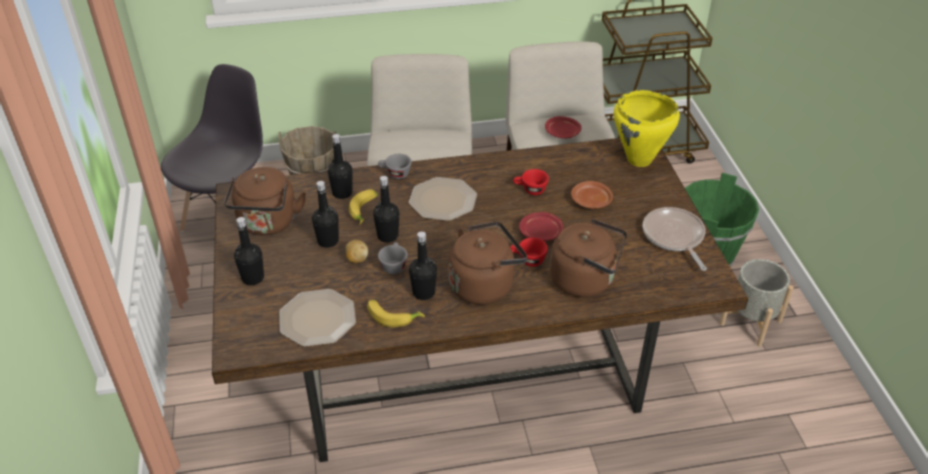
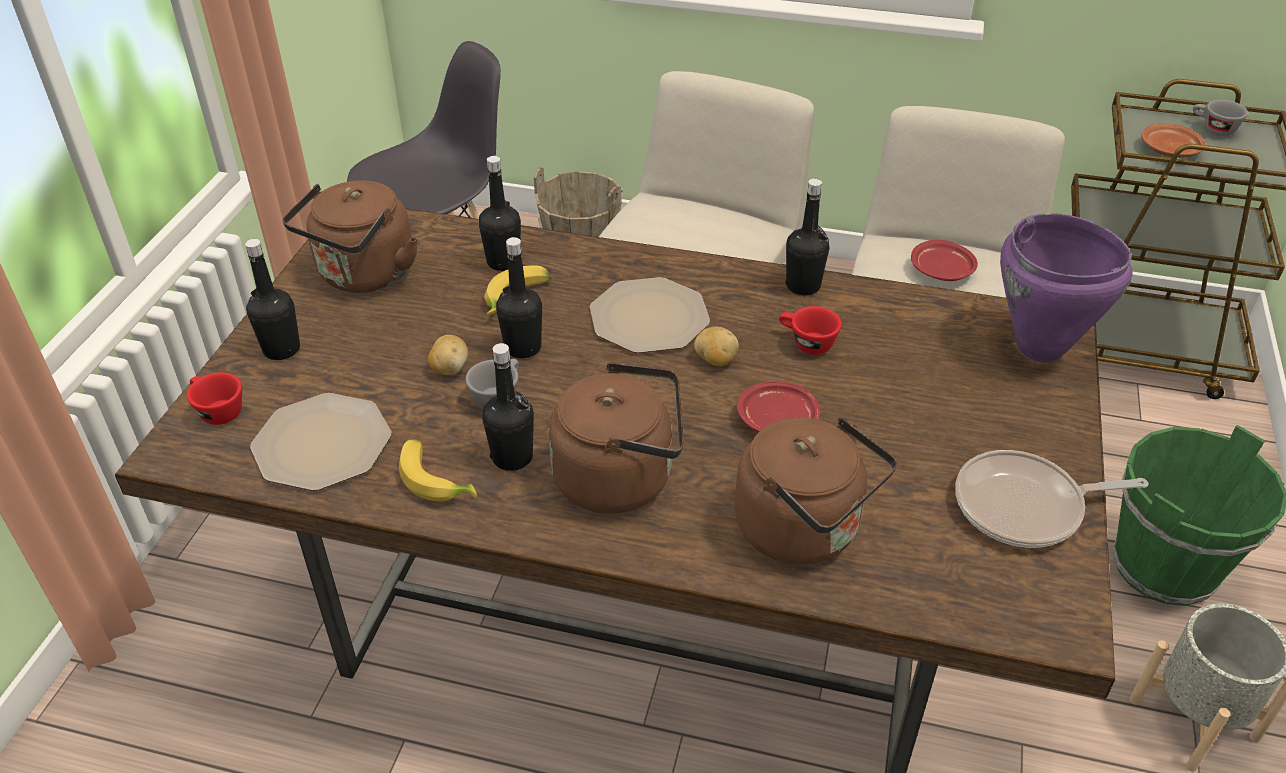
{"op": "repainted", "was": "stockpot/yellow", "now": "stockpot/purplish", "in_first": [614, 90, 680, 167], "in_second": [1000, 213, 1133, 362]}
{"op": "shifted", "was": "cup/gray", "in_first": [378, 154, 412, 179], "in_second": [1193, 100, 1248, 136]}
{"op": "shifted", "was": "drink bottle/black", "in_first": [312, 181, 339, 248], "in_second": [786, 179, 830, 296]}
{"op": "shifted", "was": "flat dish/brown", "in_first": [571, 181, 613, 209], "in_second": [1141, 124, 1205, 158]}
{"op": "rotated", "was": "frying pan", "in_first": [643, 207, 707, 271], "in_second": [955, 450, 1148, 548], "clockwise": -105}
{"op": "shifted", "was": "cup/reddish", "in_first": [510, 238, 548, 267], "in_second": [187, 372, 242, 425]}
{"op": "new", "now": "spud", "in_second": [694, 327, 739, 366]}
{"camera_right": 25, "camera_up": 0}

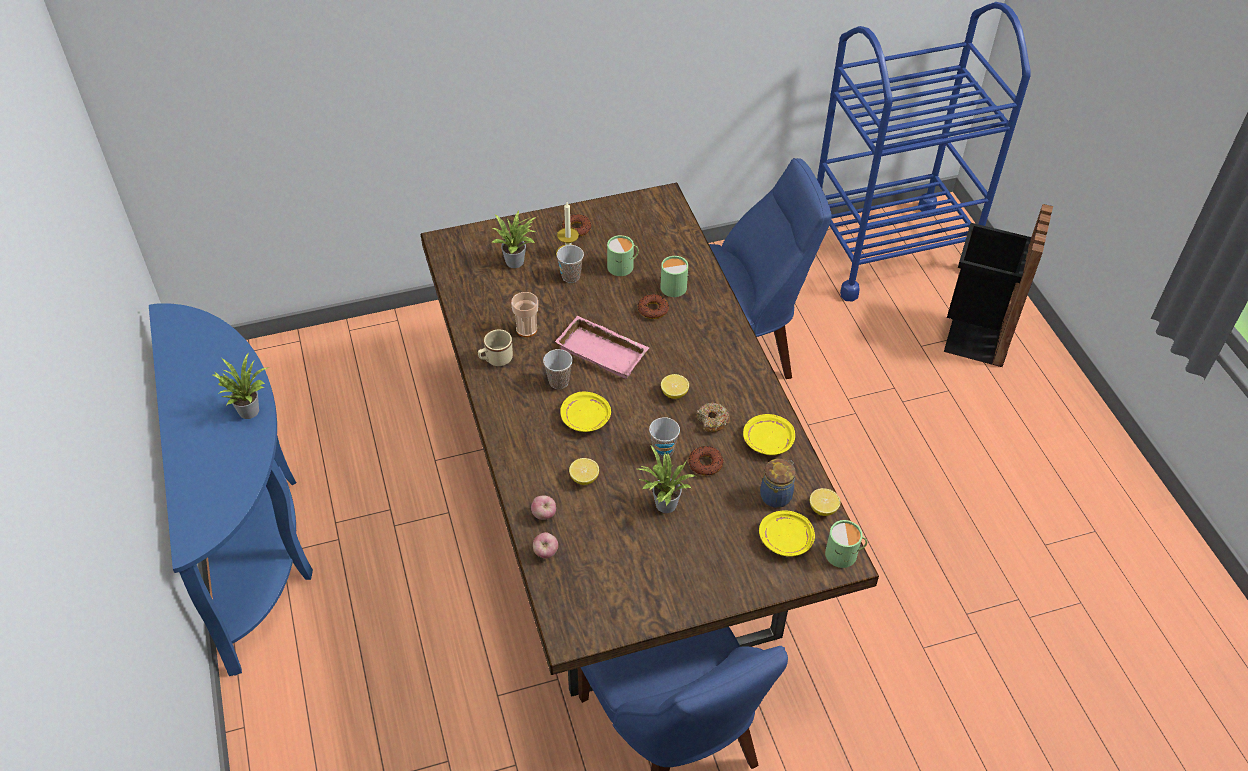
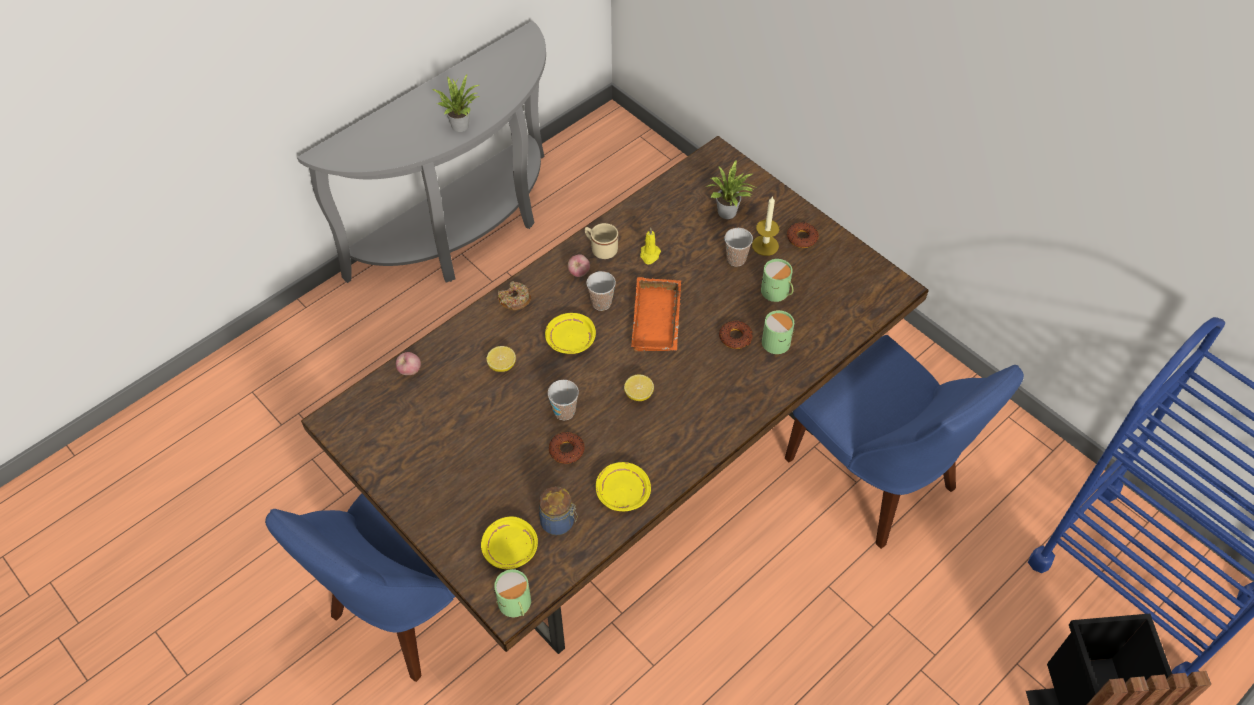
{"op": "swapped", "was": "cup", "now": "wax light/yellow", "in_first": [511, 292, 538, 337], "in_second": [640, 228, 661, 264]}
{"op": "repainted", "was": "hall table/bluish", "now": "hall table/gray", "in_first": [149, 303, 313, 676], "in_second": [297, 21, 546, 283]}
{"op": "repainted", "was": "tray/pink-coloured", "now": "tray/orangey", "in_first": [555, 315, 649, 379], "in_second": [631, 277, 681, 351]}
{"op": "shifted", "was": "ring doughnut", "in_first": [696, 403, 730, 432], "in_second": [498, 281, 531, 311]}
{"op": "gone", "was": "potted plant", "in_first": [638, 445, 696, 513]}
{"op": "gone", "was": "lemon", "in_first": [810, 488, 840, 516]}
{"op": "shifted", "was": "whole apple", "in_first": [531, 496, 556, 520], "in_second": [568, 254, 590, 277]}
{"camera_right": 65, "camera_up": 5}

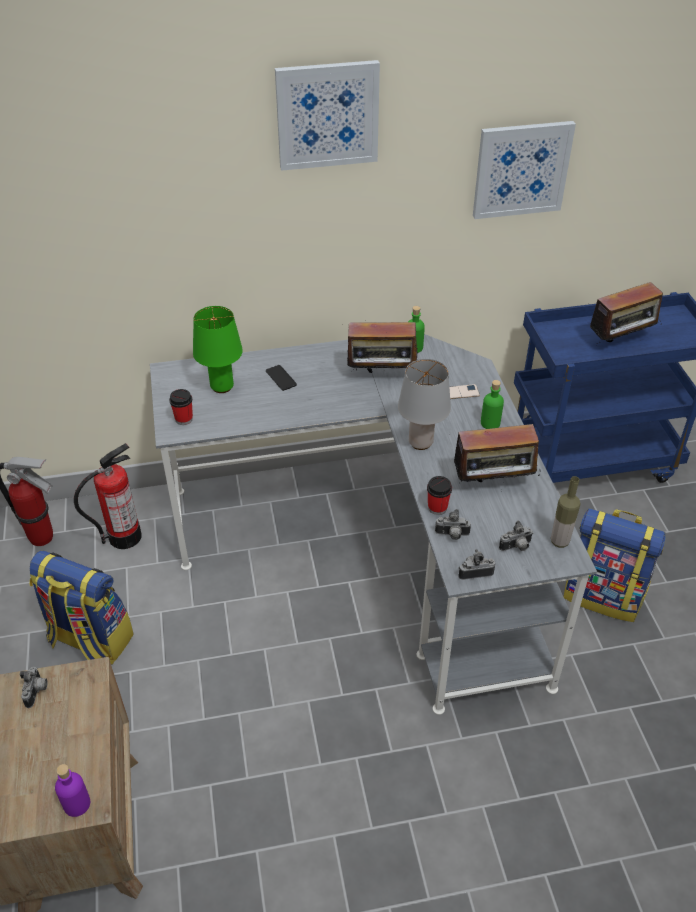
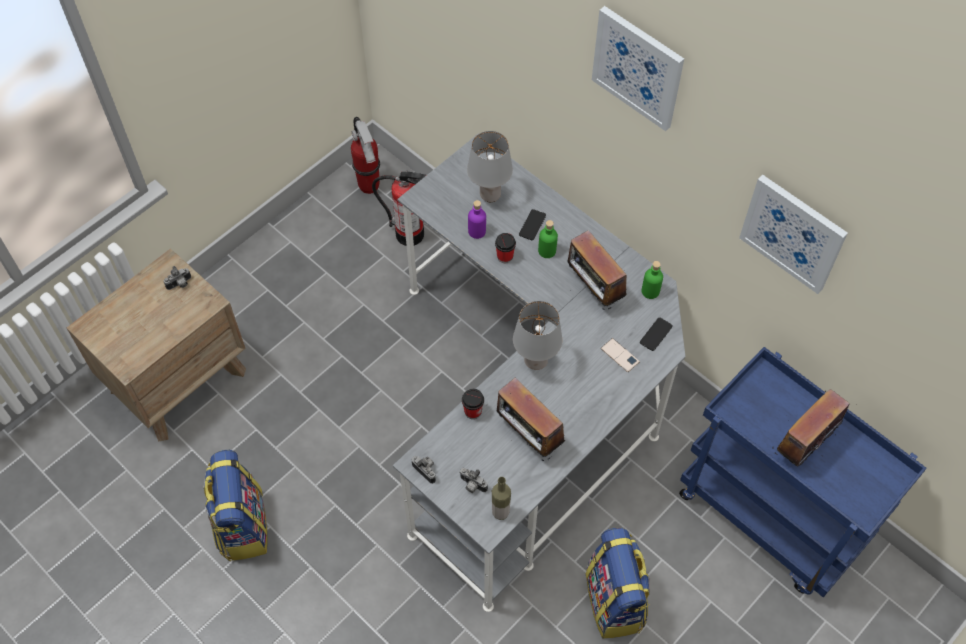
{"op": "rotated", "was": "radio", "in_first": [590, 282, 663, 344], "in_second": [773, 390, 855, 467], "clockwise": 105}
{"op": "repainted", "was": "tabletop lamp/green-coloured", "now": "tabletop lamp/gray", "in_first": [193, 306, 243, 393], "in_second": [467, 131, 513, 202]}
{"op": "shifted", "was": "drink bottle/green-coloured", "in_first": [481, 380, 504, 429], "in_second": [538, 220, 558, 258]}
{"op": "shifted", "was": "cup", "in_first": [169, 389, 193, 425], "in_second": [495, 233, 516, 263]}
{"op": "gone", "was": "photo camera", "in_first": [435, 509, 471, 540]}
{"op": "shifted", "was": "knapsack", "in_first": [29, 551, 134, 664], "in_second": [203, 450, 268, 561]}
{"op": "shifted", "was": "drink bottle/purplish", "in_first": [55, 764, 90, 817], "in_second": [468, 200, 486, 239]}
{"op": "new", "now": "handset", "in_second": [640, 318, 672, 351]}
{"camera_right": 55, "camera_up": 15}

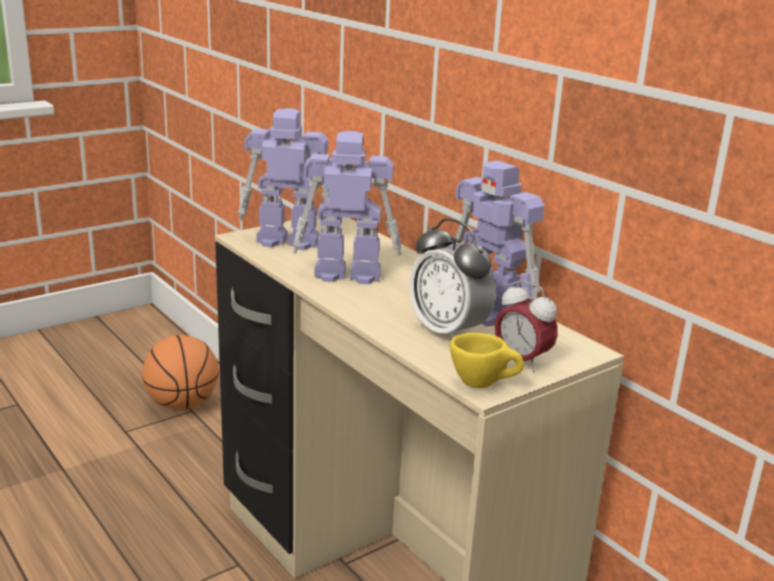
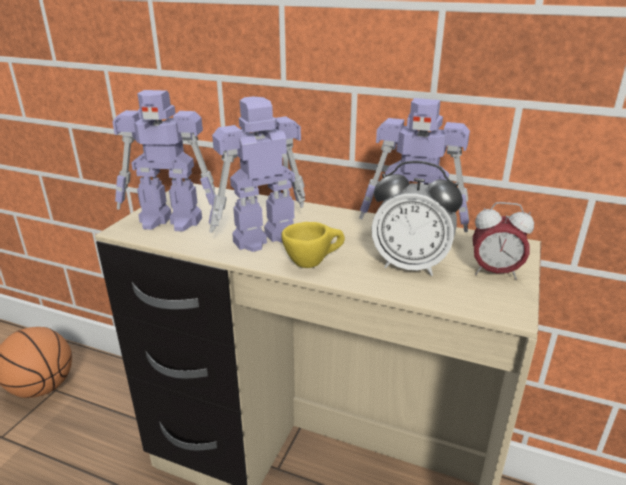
{"op": "rotated", "was": "robot figure", "in_first": [238, 108, 329, 250], "in_second": [112, 90, 216, 232], "clockwise": -150}
{"op": "shifted", "was": "cup/yellow", "in_first": [450, 333, 524, 388], "in_second": [281, 222, 345, 268]}
{"camera_right": -30, "camera_up": 5}

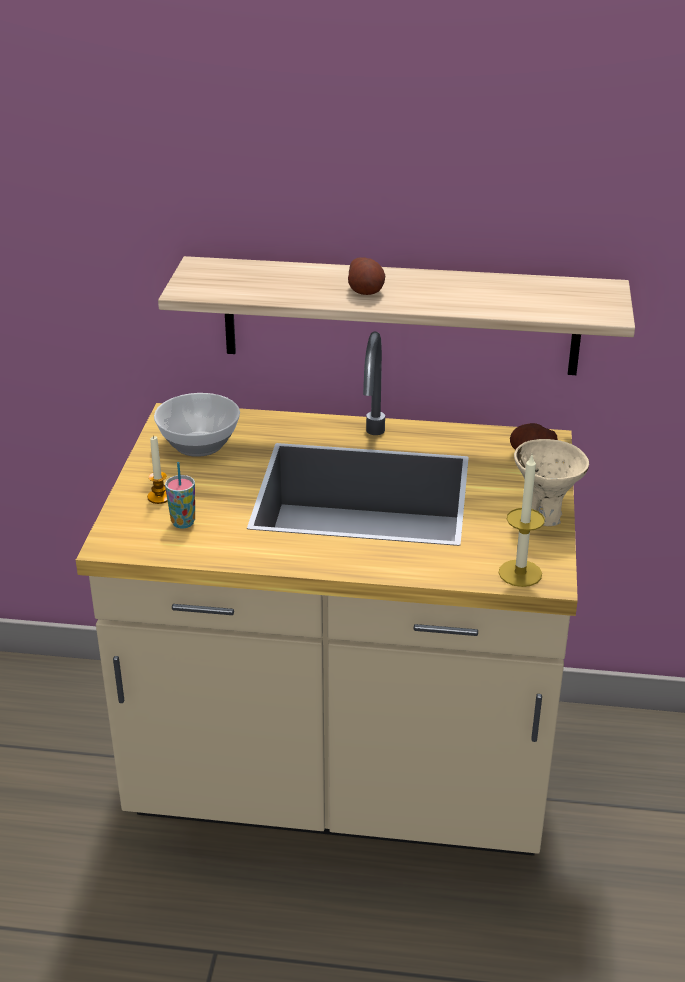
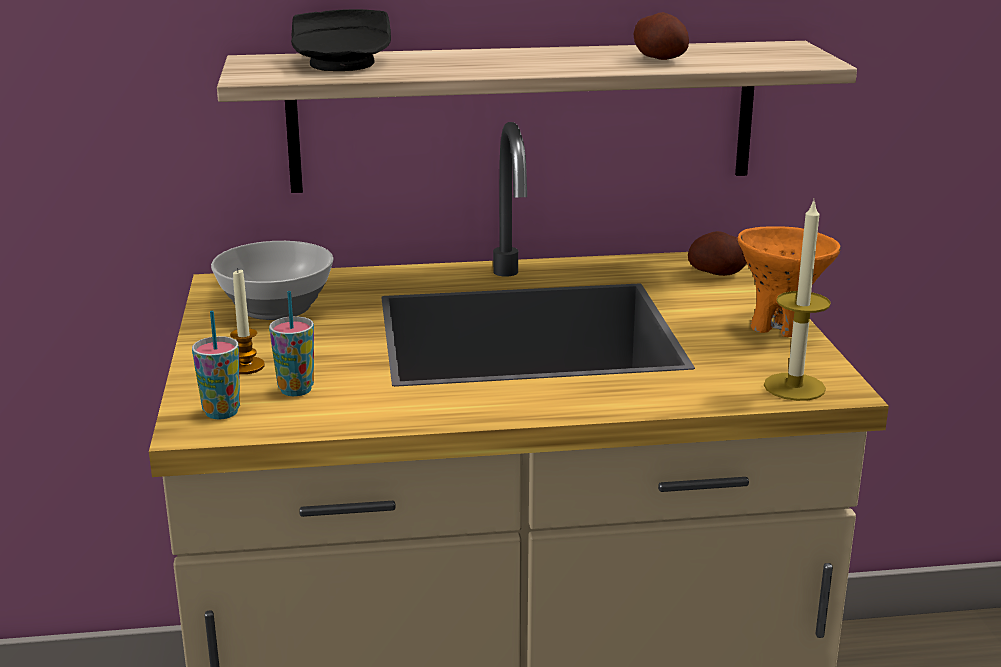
{"op": "shifted", "was": "spud", "in_first": [348, 257, 385, 295], "in_second": [633, 12, 689, 60]}
{"op": "repainted", "was": "bowl/beige", "now": "bowl/orangey", "in_first": [514, 439, 589, 526], "in_second": [738, 226, 841, 337]}
{"op": "new", "now": "flat dish/black", "in_second": [291, 9, 391, 71]}
{"op": "new", "now": "cup", "in_second": [192, 311, 240, 420]}
{"camera_right": -15, "camera_up": -10}

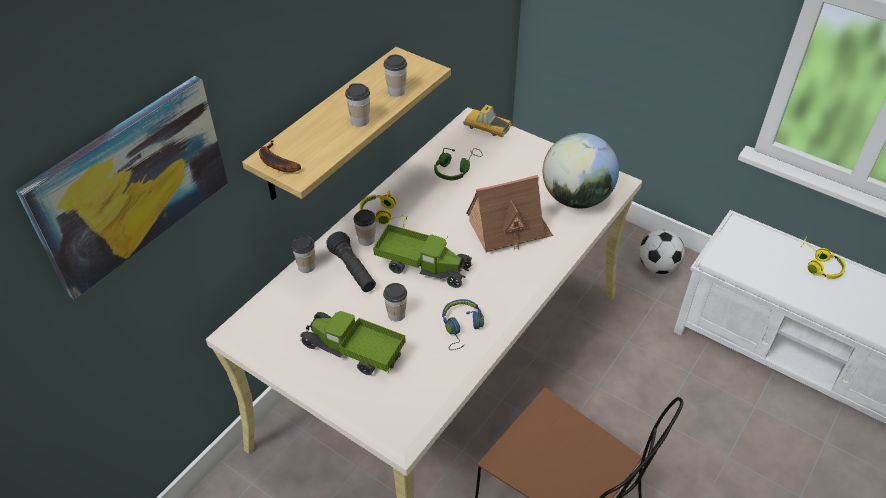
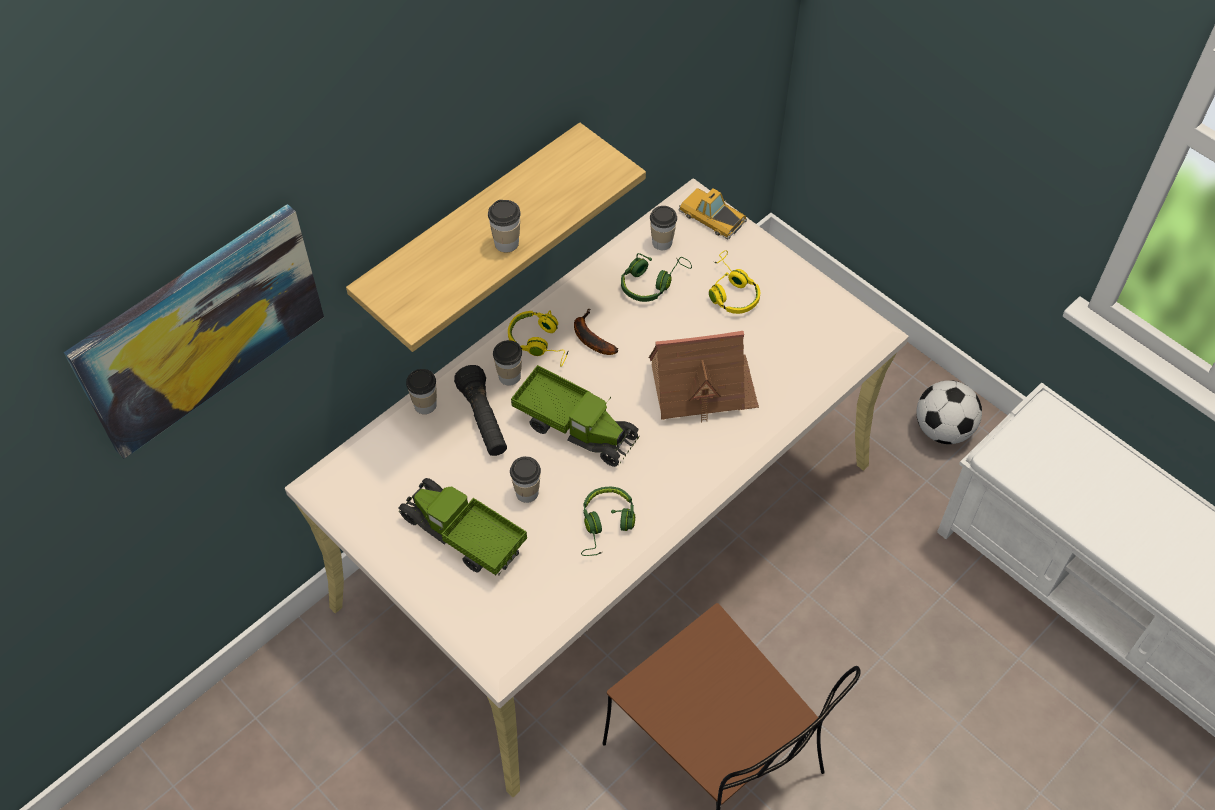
{"op": "shifted", "was": "cup", "in_first": [383, 55, 407, 97], "in_second": [650, 206, 677, 250]}
{"op": "gone", "was": "world globe", "in_first": [543, 133, 619, 209]}
{"op": "shifted", "was": "whole banana", "in_first": [259, 140, 301, 173], "in_second": [574, 309, 618, 355]}
{"op": "shifted", "was": "headset/yellow", "in_first": [801, 237, 846, 279], "in_second": [709, 250, 760, 314]}
{"op": "repainted", "was": "headset/bluish", "now": "headset/green-coloured", "in_first": [442, 299, 484, 350], "in_second": [581, 487, 635, 556]}
{"camera_right": 10, "camera_up": 10}

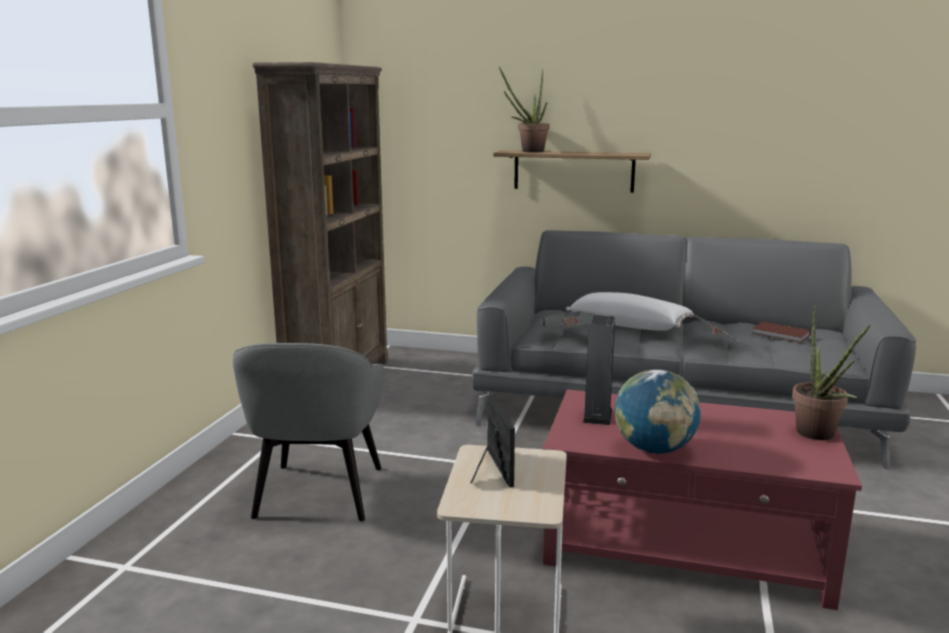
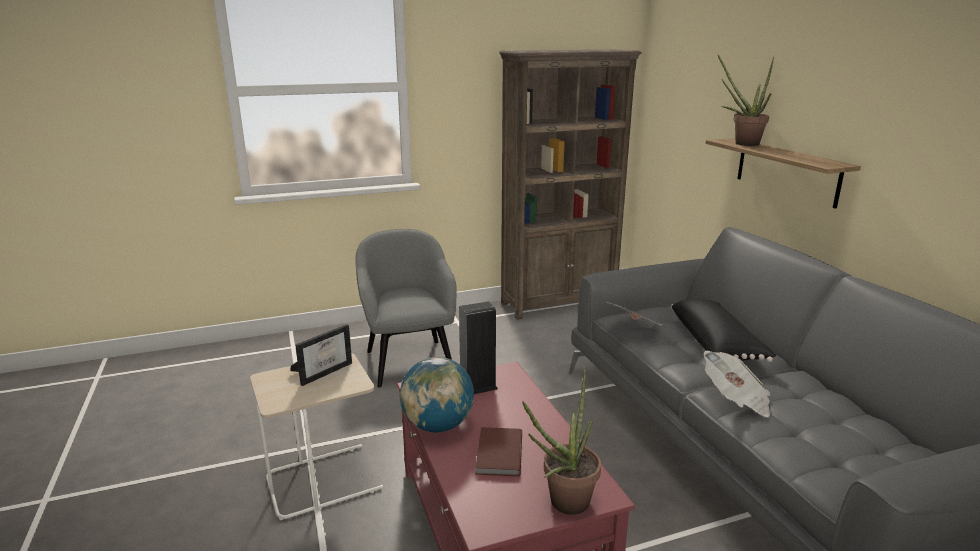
{"op": "repainted", "was": "throw pillow/whitish", "now": "throw pillow/black", "in_first": [566, 292, 694, 331], "in_second": [671, 299, 776, 362]}
{"op": "shifted", "was": "bound book/brown", "in_first": [752, 322, 811, 343], "in_second": [475, 427, 522, 477]}
{"op": "rotated", "was": "lounge chair/gray", "in_first": [233, 343, 384, 521], "in_second": [355, 229, 457, 388], "clockwise": 105}
{"camera_right": 55, "camera_up": 5}

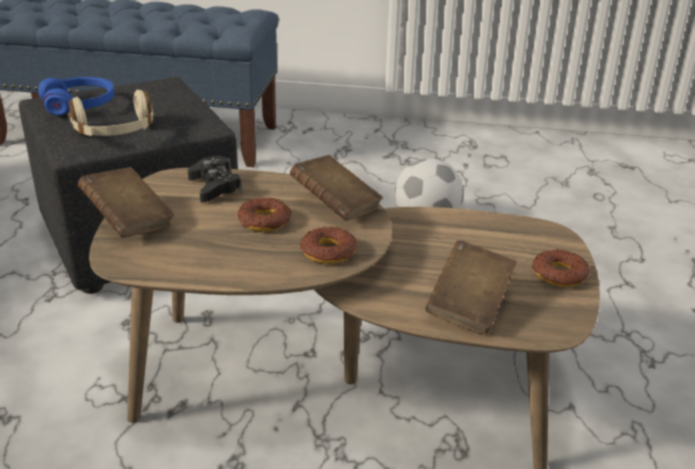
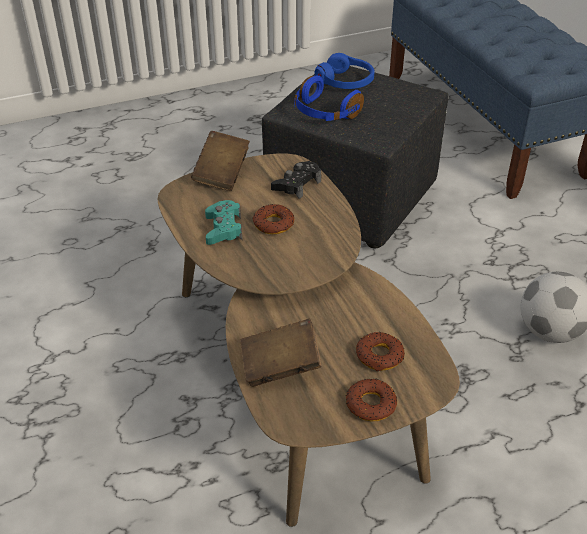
{"op": "repainted", "was": "headset/beige", "now": "headset/bluish", "in_first": [68, 90, 153, 136], "in_second": [294, 76, 364, 121]}
{"op": "gone", "was": "bound book/brown", "in_first": [290, 155, 383, 220]}
{"op": "shifted", "was": "ring doughnut", "in_first": [300, 227, 357, 264], "in_second": [356, 332, 404, 371]}
{"op": "new", "now": "gamepad/blue-green", "in_second": [205, 200, 242, 245]}
{"camera_right": 60, "camera_up": 10}

